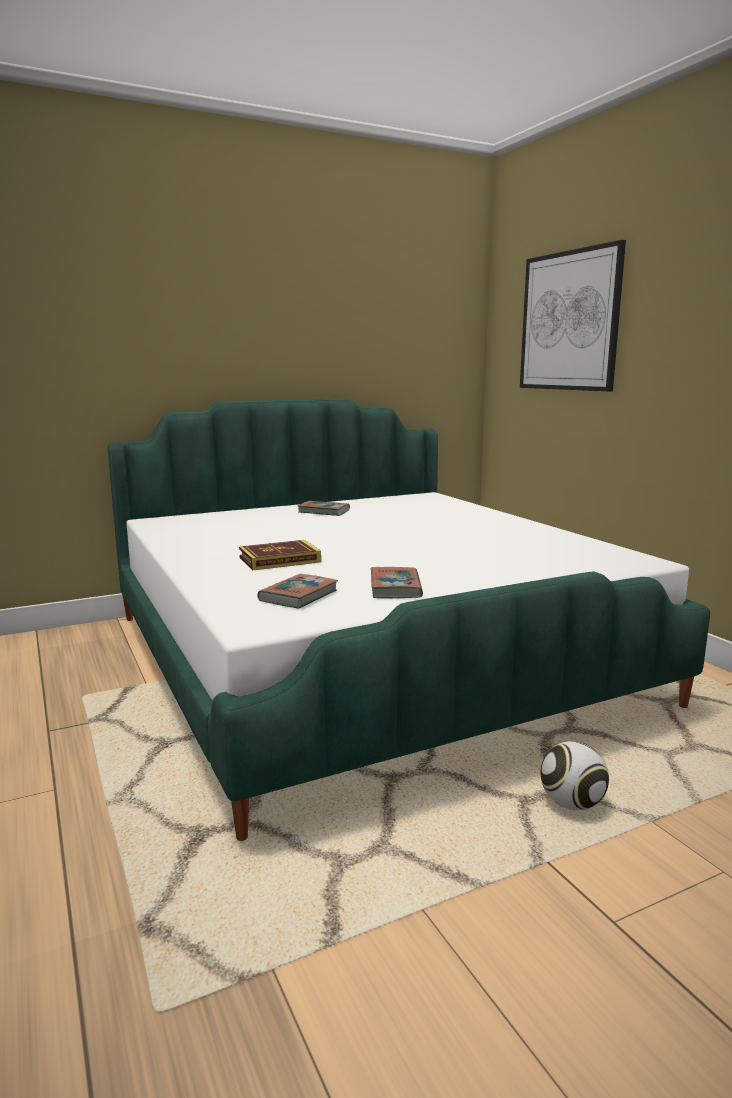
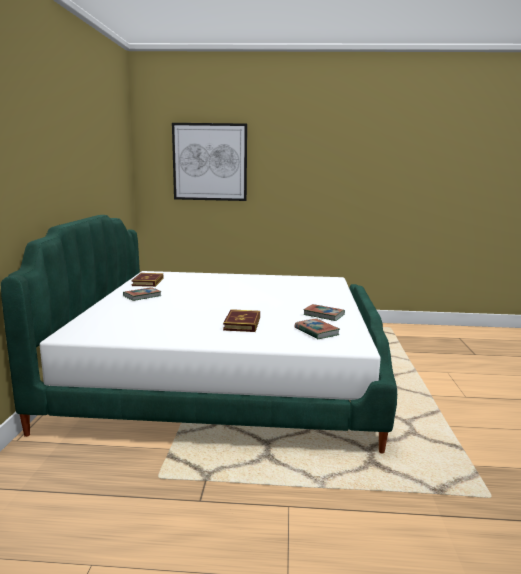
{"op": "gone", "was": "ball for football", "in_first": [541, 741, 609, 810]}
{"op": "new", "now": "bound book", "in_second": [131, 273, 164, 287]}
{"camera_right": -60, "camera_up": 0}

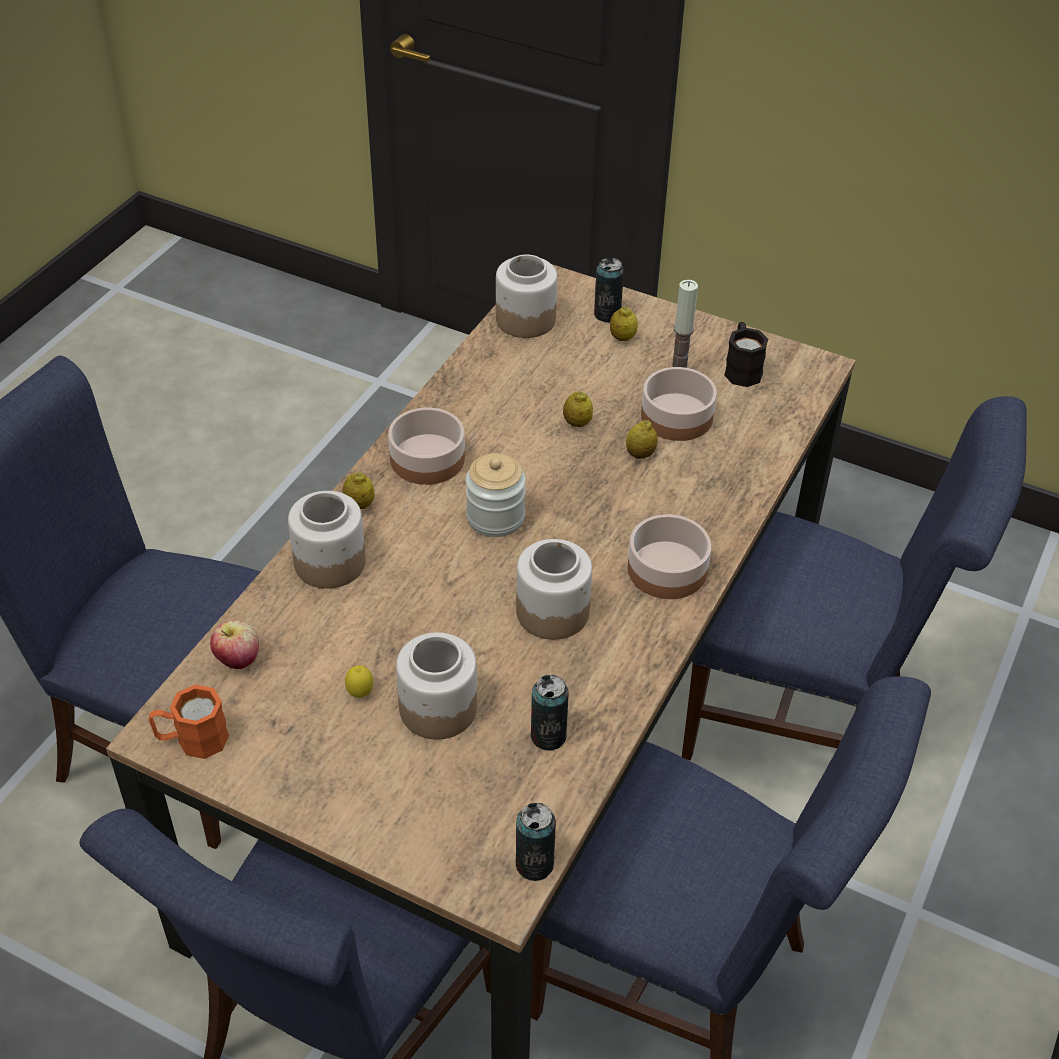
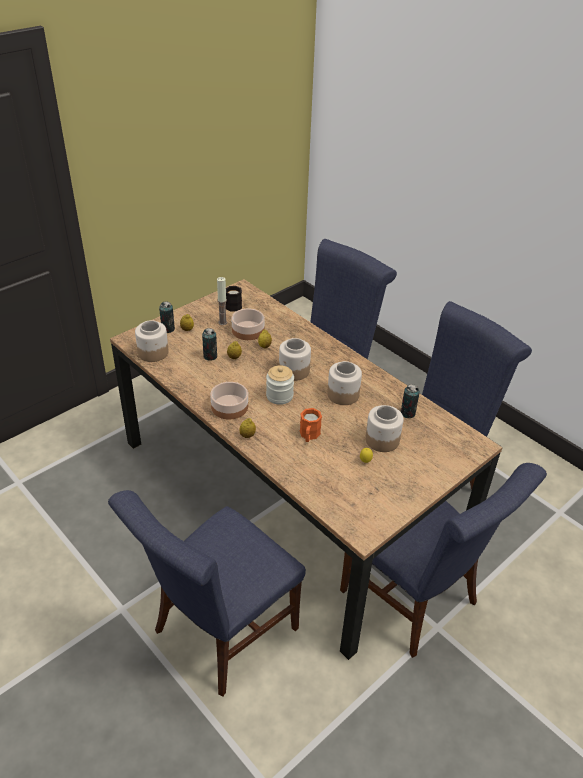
{"op": "shifted", "was": "storage jar", "in_first": [288, 491, 366, 589], "in_second": [279, 338, 311, 381]}
{"op": "gone", "was": "bowl", "in_first": [627, 514, 711, 599]}
{"op": "gone", "was": "whole apple", "in_first": [210, 620, 259, 669]}
{"op": "shifted", "was": "mug/orangey", "in_first": [148, 684, 229, 759], "in_second": [300, 408, 322, 442]}
{"op": "shifted", "was": "can", "in_first": [515, 803, 556, 881], "in_second": [202, 328, 217, 361]}
{"camera_right": -70, "camera_up": -5}

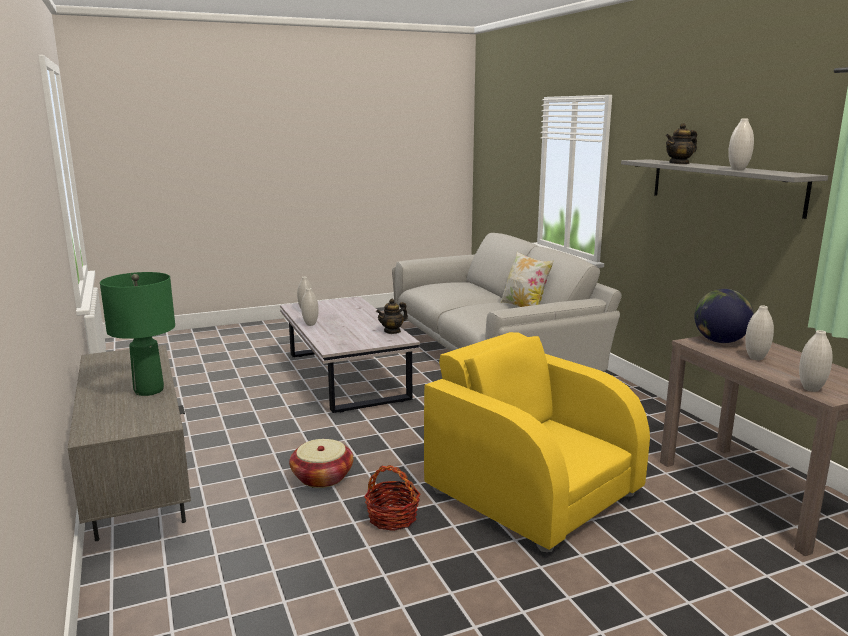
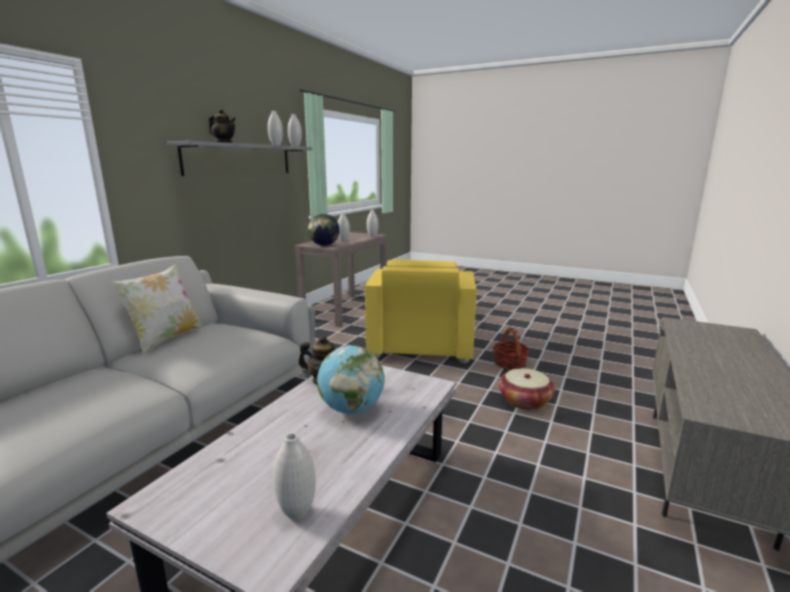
{"op": "gone", "was": "tabletop lamp/green-coloured", "in_first": [100, 272, 175, 396]}
{"op": "shifted", "was": "decorative vase/whitish", "in_first": [301, 288, 319, 326], "in_second": [288, 114, 302, 146]}
{"op": "new", "now": "world globe", "in_second": [317, 346, 385, 414]}
{"camera_right": -130, "camera_up": 0}

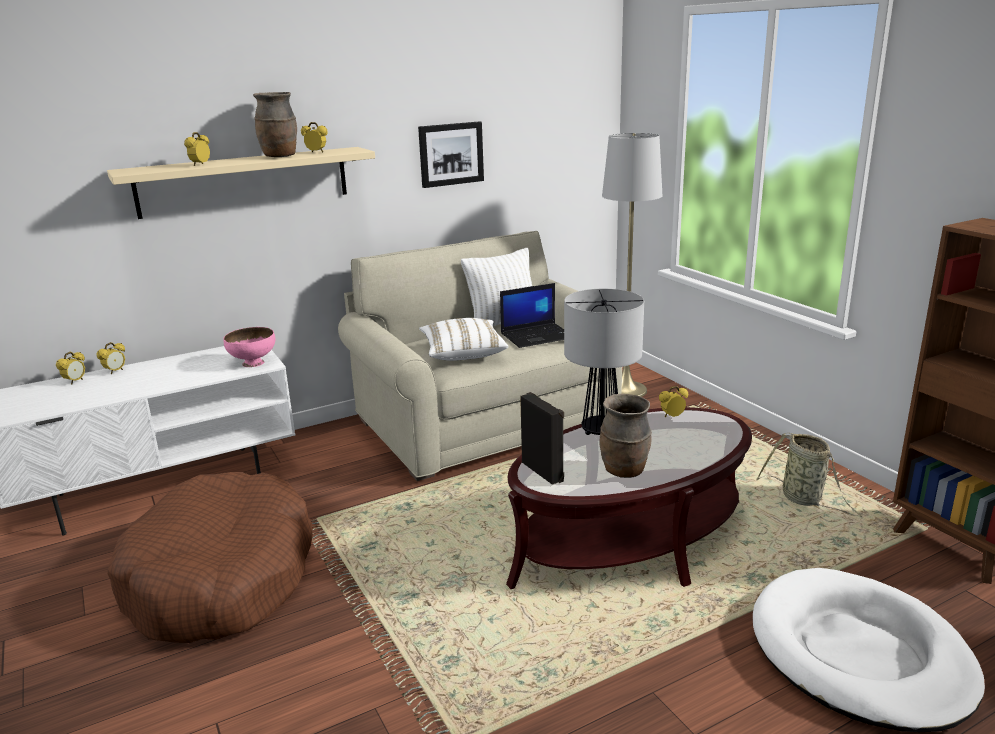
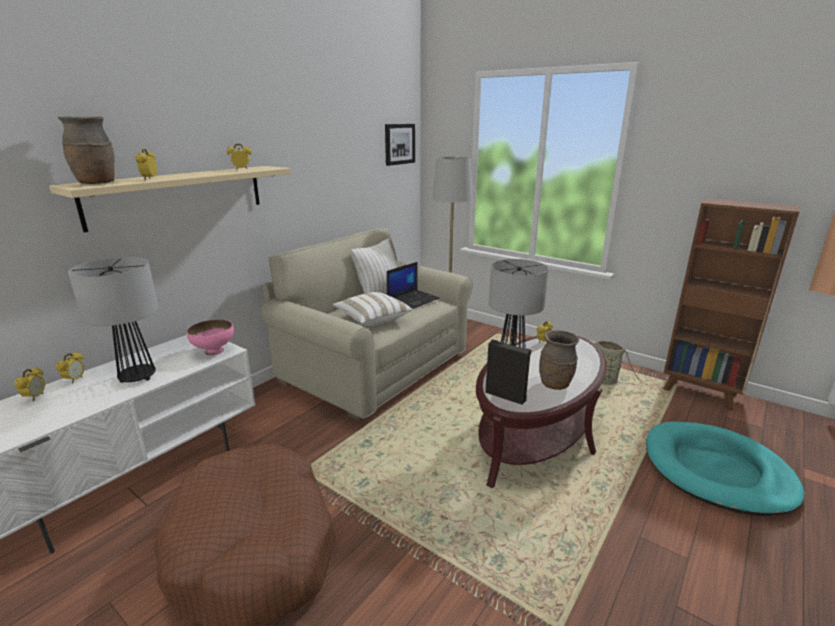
{"op": "shifted", "was": "decorative vase/brown", "in_first": [253, 92, 297, 157], "in_second": [58, 116, 115, 184]}
{"op": "shifted", "was": "picture", "in_first": [418, 121, 484, 188], "in_second": [385, 124, 415, 166]}
{"op": "repainted", "was": "dog cushion/whitish", "now": "dog cushion/blue-green", "in_first": [753, 568, 985, 732], "in_second": [646, 422, 805, 516]}
{"op": "new", "now": "tabletop lamp", "in_second": [68, 257, 159, 383]}
{"camera_right": -25, "camera_up": 0}

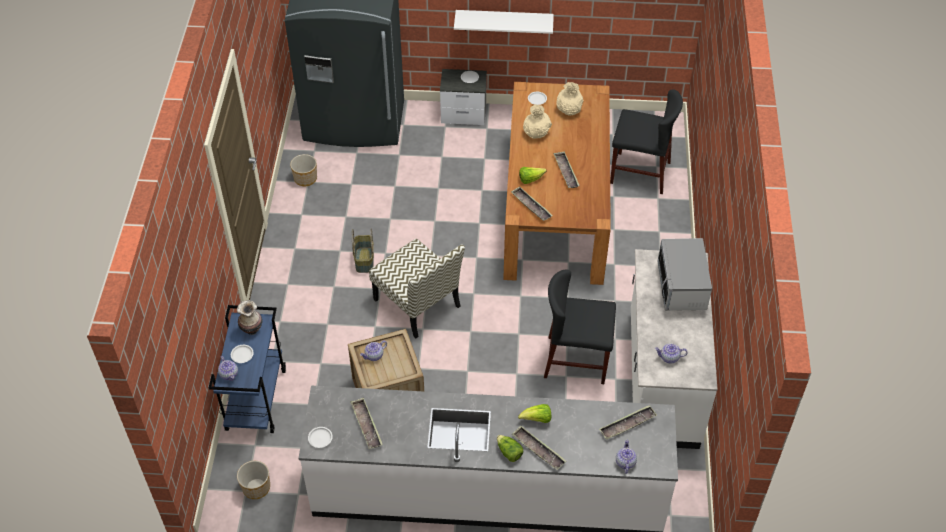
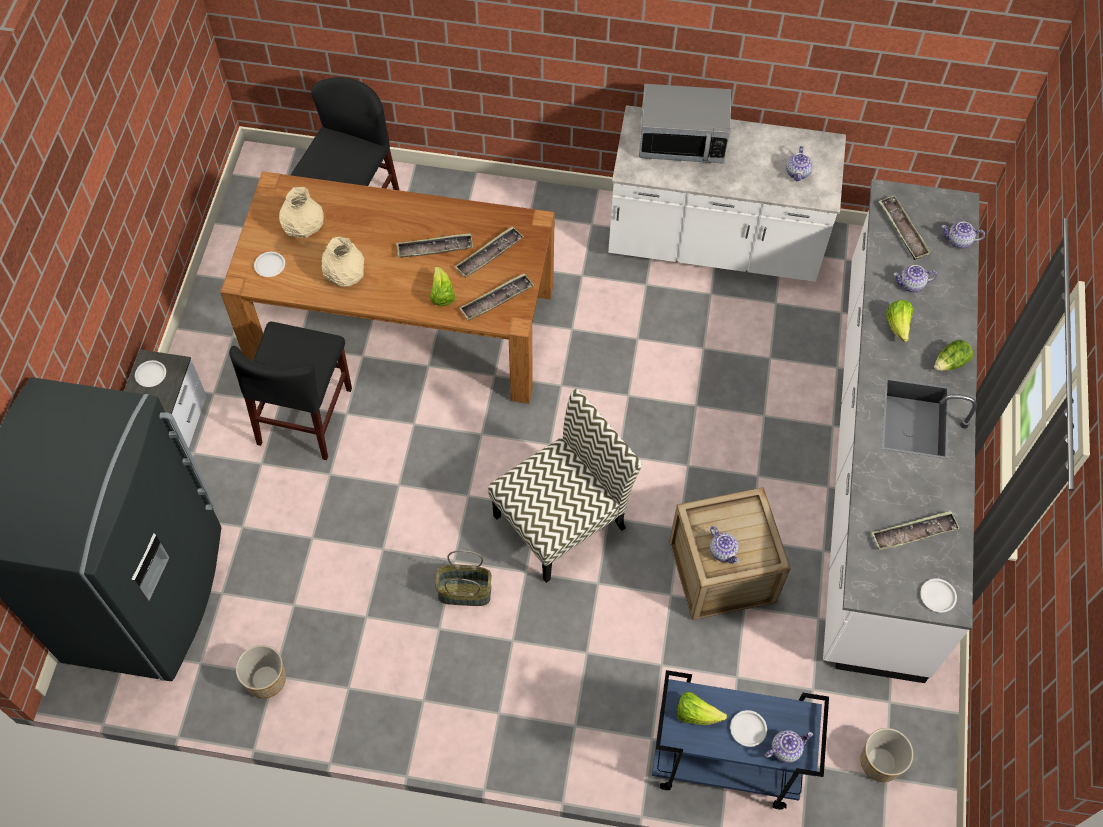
{"op": "gone", "was": "bracket shelf/whitish", "in_first": [454, 10, 554, 34]}
{"op": "shifted", "was": "plain chair/black", "in_first": [544, 269, 616, 384], "in_second": [229, 322, 352, 460]}
{"op": "swapped", "was": "decorative vase", "now": "lettuce head", "in_first": [237, 300, 262, 335], "in_second": [677, 692, 727, 725]}
{"op": "shifted", "was": "tray", "in_first": [512, 426, 566, 470], "in_second": [454, 226, 524, 278]}
{"op": "new", "now": "teapot", "in_second": [894, 265, 937, 292]}
{"camera_right": -85, "camera_up": 10}

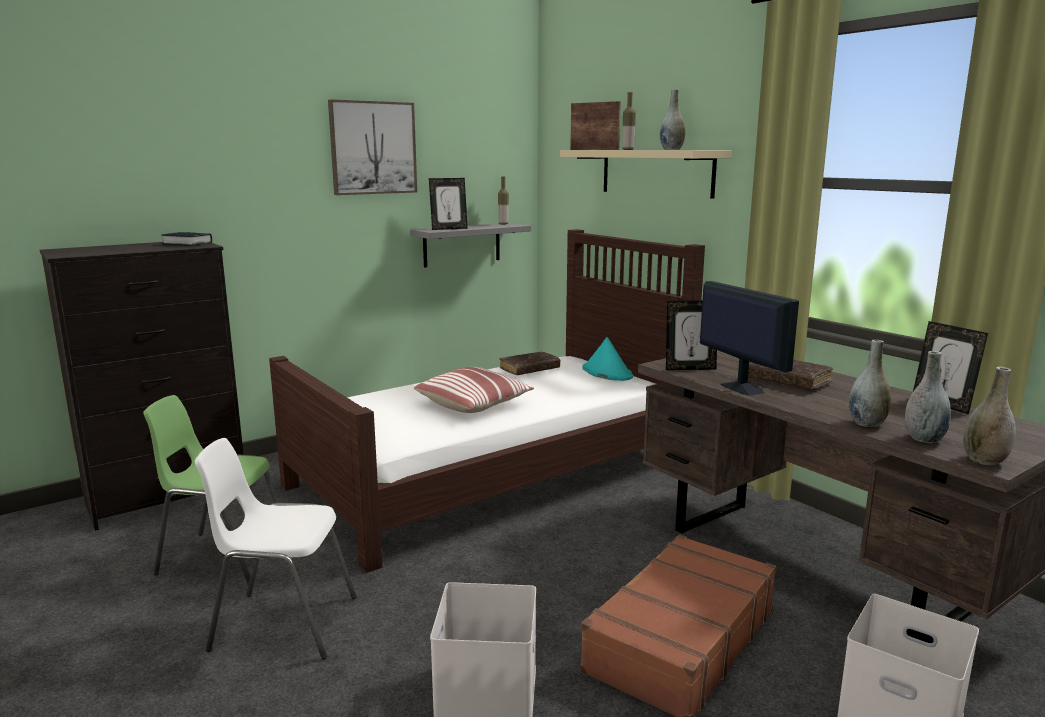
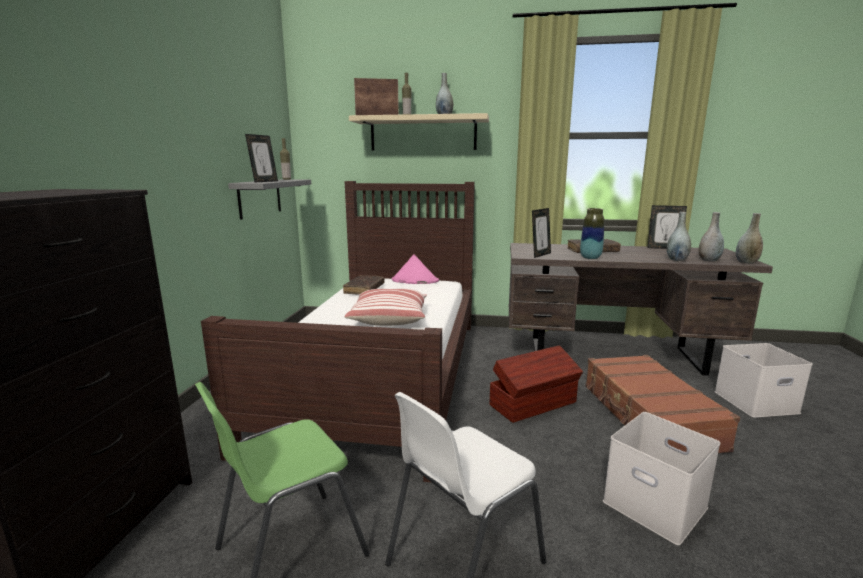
{"op": "gone", "was": "picture", "in_first": [328, 99, 417, 195]}
{"op": "gone", "was": "bound book", "in_first": [161, 232, 212, 246]}
{"op": "swapped", "was": "computer screen", "now": "decorative vase", "in_first": [700, 281, 799, 396], "in_second": [580, 208, 605, 259]}
{"op": "repainted", "was": "wearable hat/blue-green", "now": "wearable hat/pink-coloured", "in_first": [582, 337, 633, 381], "in_second": [392, 254, 439, 284]}
{"op": "new", "now": "storage bin/brown", "in_second": [490, 345, 583, 423]}
{"camera_right": -45, "camera_up": 0}

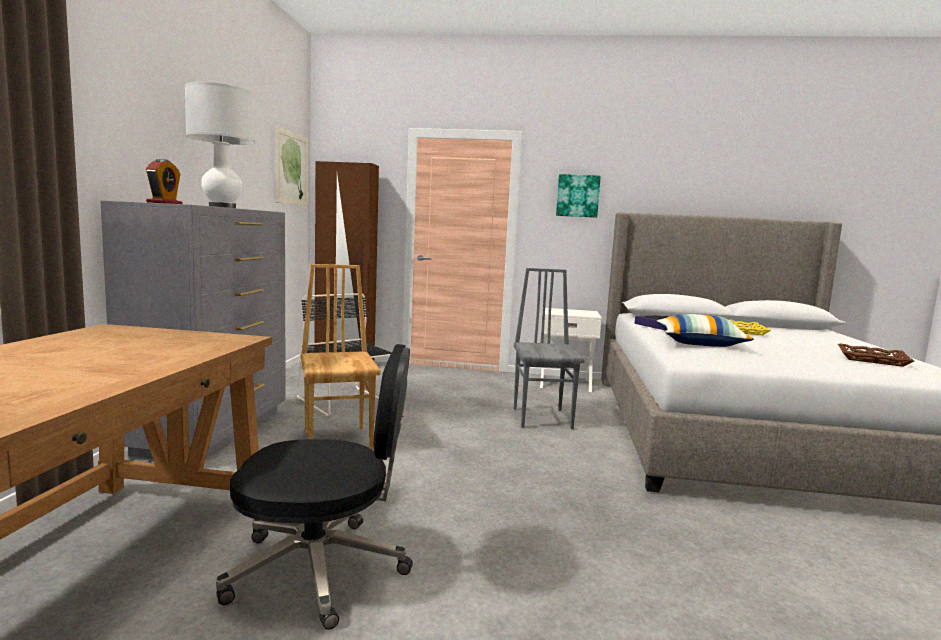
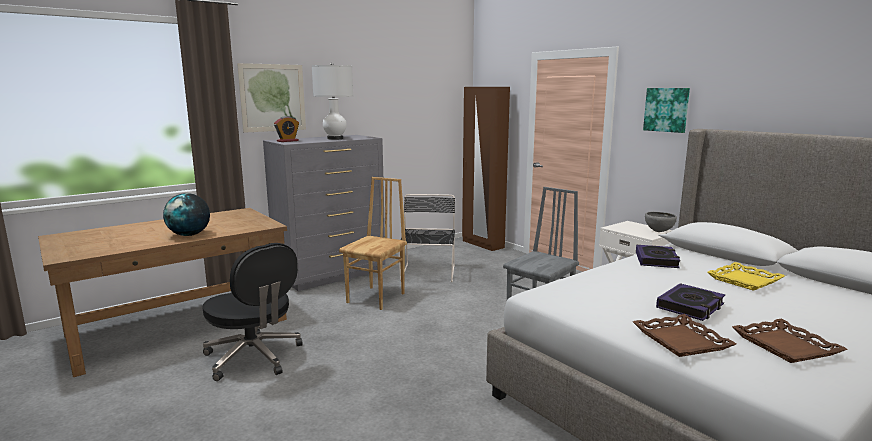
{"op": "shifted", "was": "picture", "in_first": [276, 127, 308, 206], "in_second": [237, 63, 306, 133]}
{"op": "gone", "was": "throw pillow", "in_first": [656, 314, 754, 347]}
{"op": "new", "now": "world globe", "in_second": [163, 193, 210, 236]}
{"op": "new", "now": "bowl/gray", "in_second": [645, 212, 677, 232]}
{"op": "new", "now": "bound book", "in_second": [656, 283, 725, 321]}
{"op": "new", "now": "tray/brown", "in_second": [633, 314, 736, 357]}
{"camera_right": 45, "camera_up": 5}

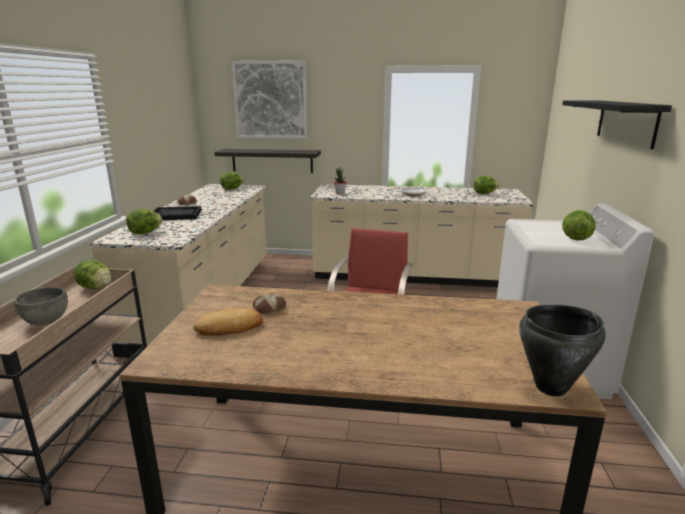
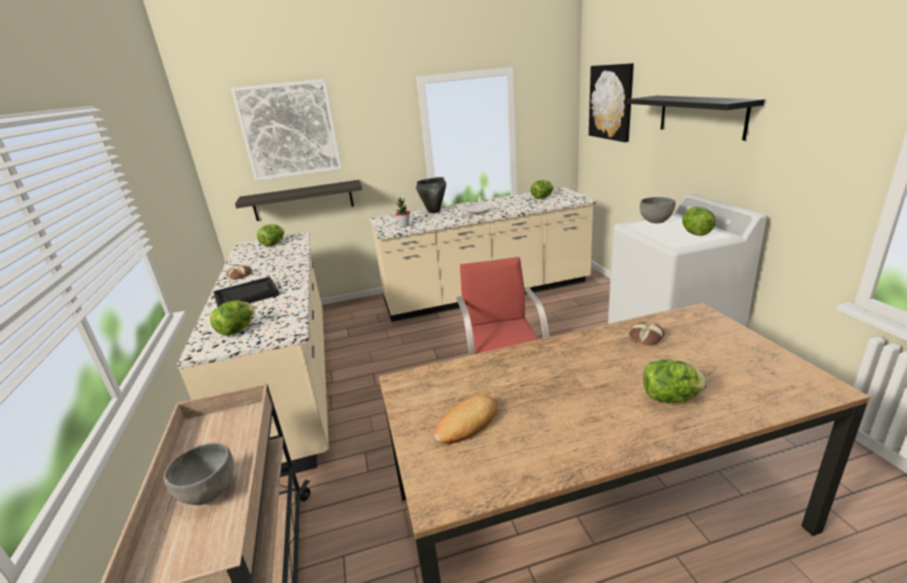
{"op": "shifted", "was": "lettuce head", "in_first": [74, 260, 112, 289], "in_second": [643, 359, 707, 403]}
{"op": "shifted", "was": "bread", "in_first": [253, 293, 286, 314], "in_second": [629, 322, 664, 346]}
{"op": "shifted", "was": "stockpot/black", "in_first": [519, 305, 606, 396], "in_second": [416, 177, 446, 213]}
{"op": "new", "now": "picture", "in_second": [589, 63, 634, 142]}
{"op": "new", "now": "bowl/gray", "in_second": [640, 197, 676, 223]}
{"camera_right": -20, "camera_up": 5}

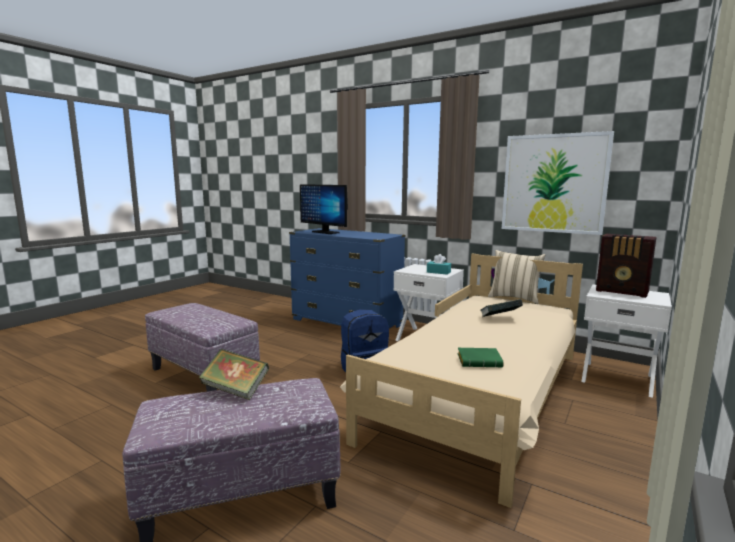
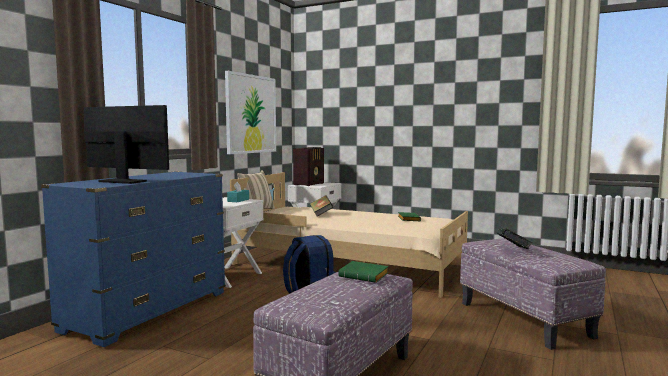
{"op": "rotated", "was": "computer screen", "in_first": [300, 184, 348, 234], "in_second": [84, 105, 169, 184], "clockwise": -105}
{"op": "new", "now": "bound book/green-coloured", "in_second": [338, 261, 388, 283]}
{"camera_right": -95, "camera_up": -5}

